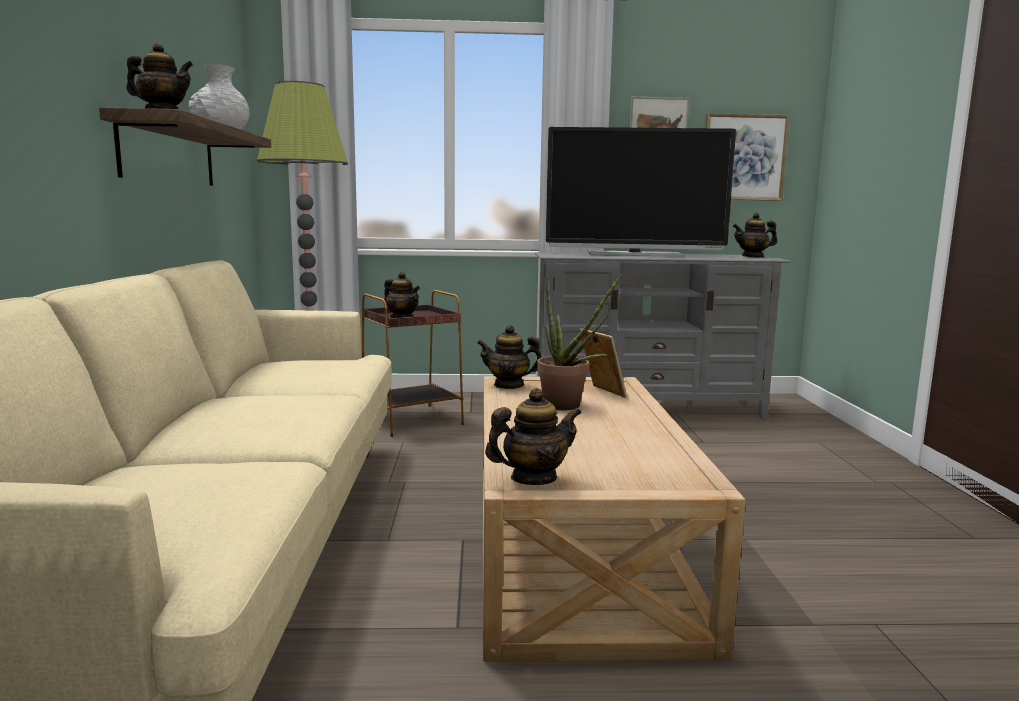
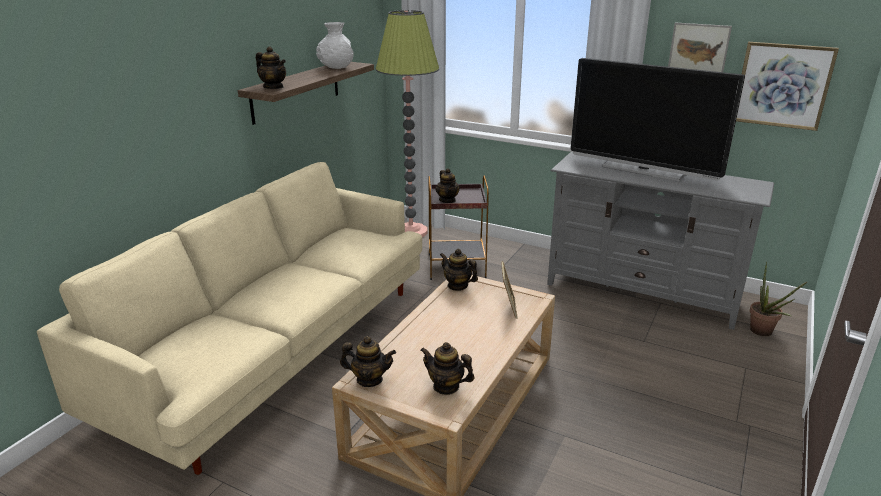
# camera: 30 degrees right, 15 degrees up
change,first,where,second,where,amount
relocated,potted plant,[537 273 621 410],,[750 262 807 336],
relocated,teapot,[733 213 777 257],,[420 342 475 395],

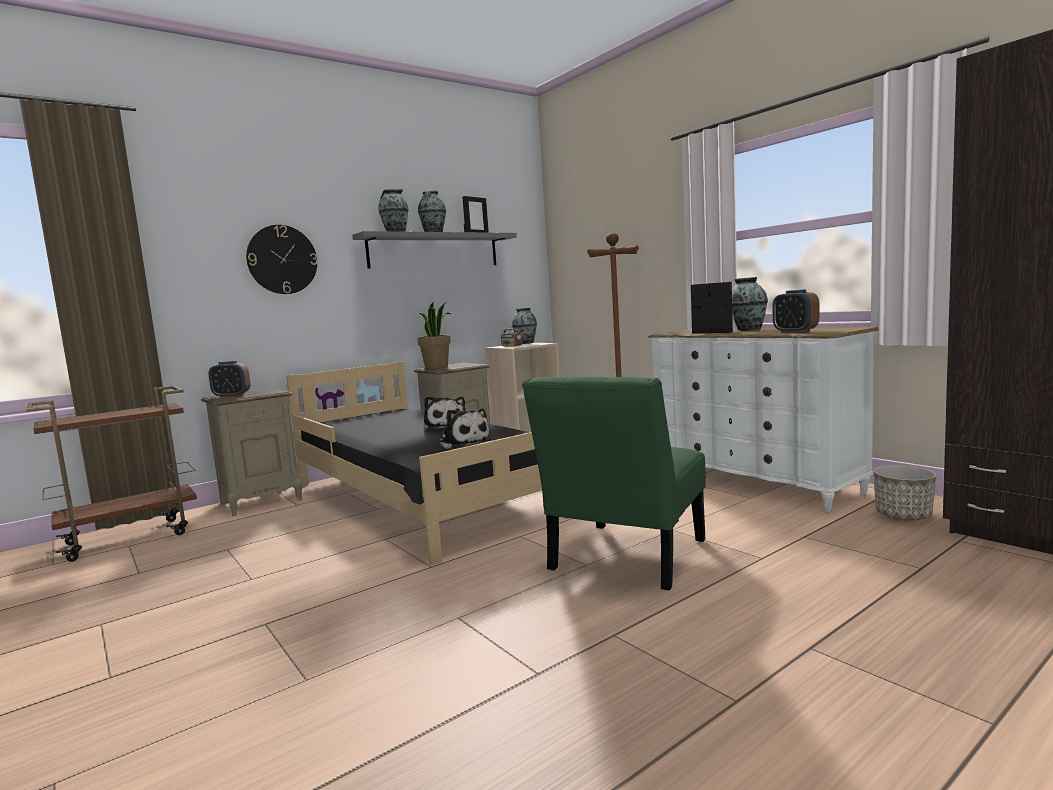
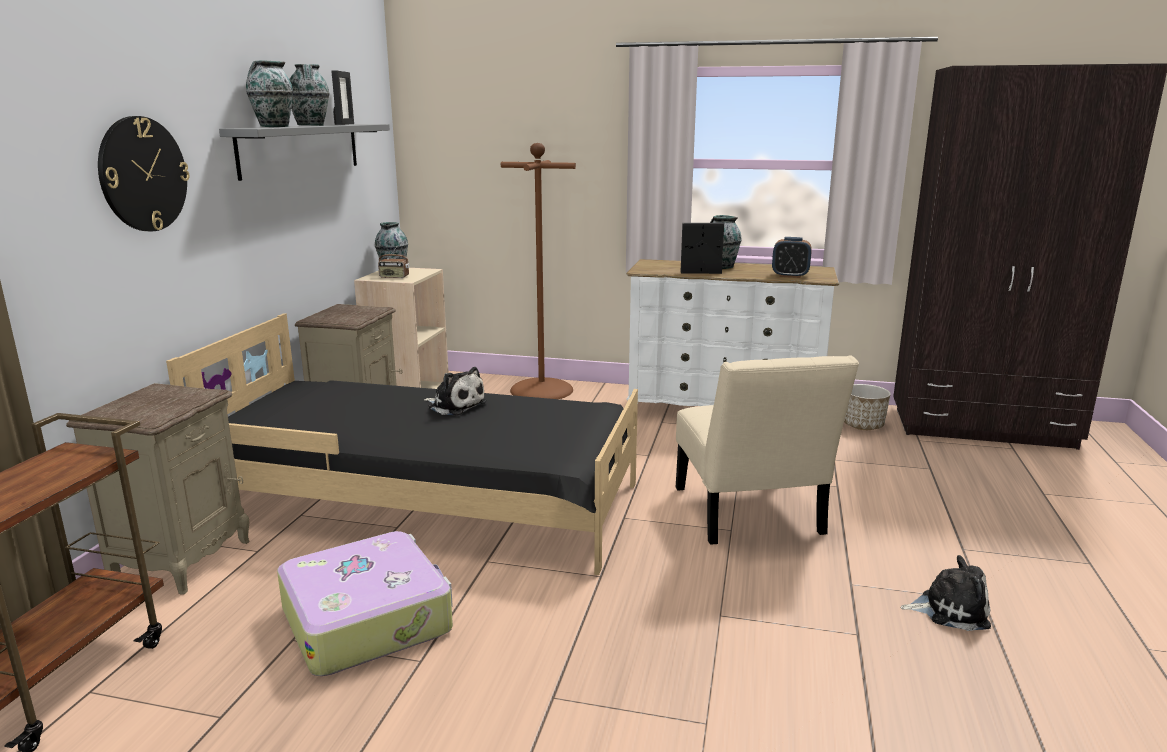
# camera: 40 degrees left, 10 degrees up
change,first,where,second,where,amount
missing,alarm clock,[209 361 250 398],,,
missing,potted plant,[418 302 452 369],,,
relocated,plush toy,[438 408 491 449],,[900 555 991 631],
colour,green chair,[522 377 706 591],beige chair,[676 355 859 545],
appeared,,,suitcase,[277 531 453 676],

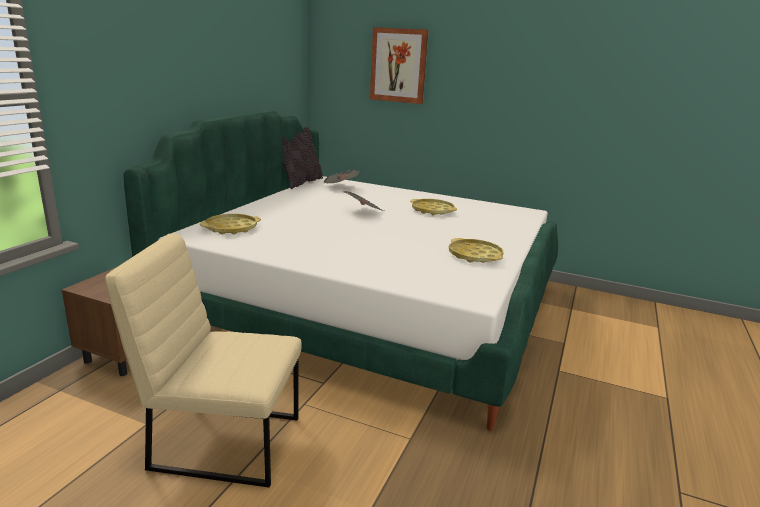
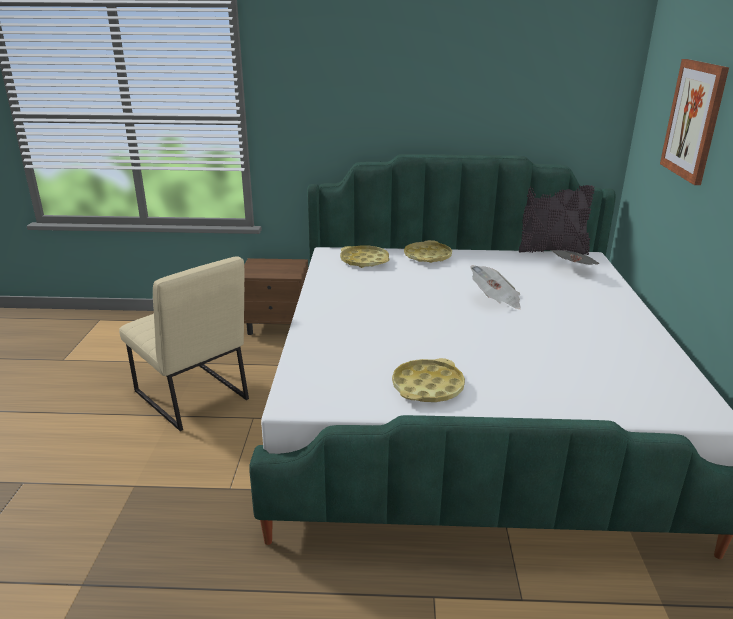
# camera: 70 degrees right, 5 degrees up
change,first,where,second,where,amount
spun,beige chair,[105 233 302 487],,[119 256 249 431],150 degrees clockwise
relocated,yellow tray,[410 199 457 216],,[404 240 452 263],

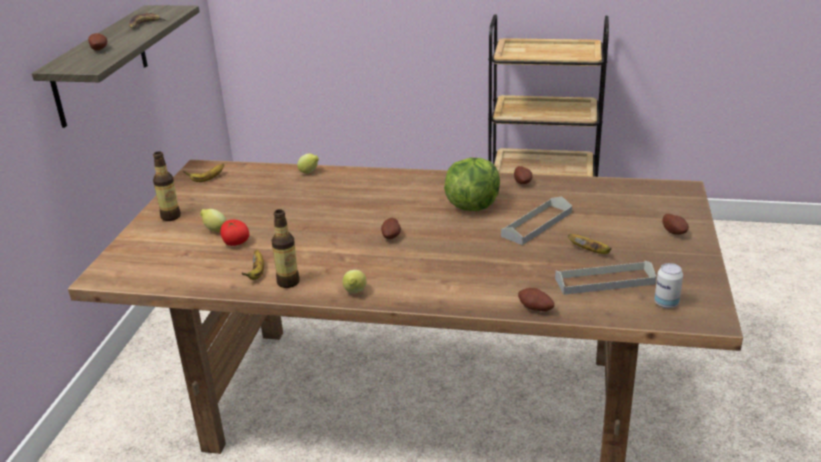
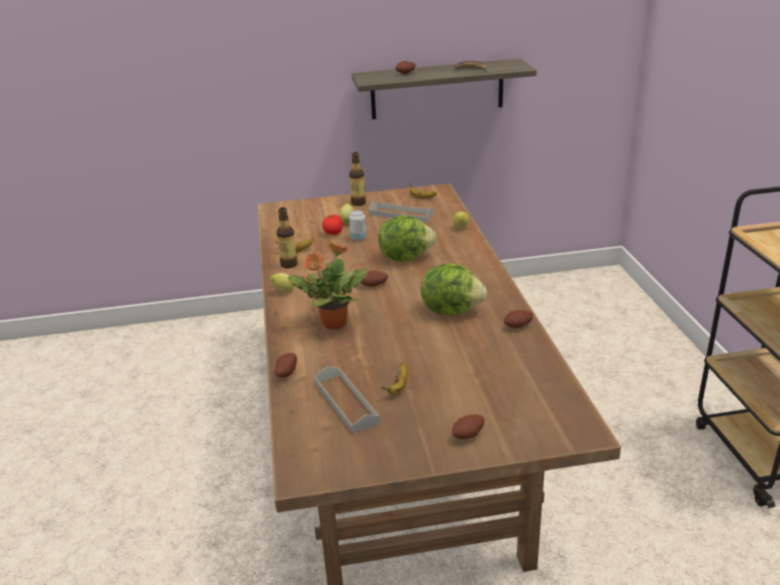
# camera: 70 degrees right, 0 degrees up
change,first,where,second,where,amount
relocated,grey tray,[501 196 572 245],,[369 201 433 223],
relocated,can,[654 263 683 308],,[349 210 367 241],
appeared,,,potted plant,[288 242 369 330],
appeared,,,lettuce,[379 215 436 262],

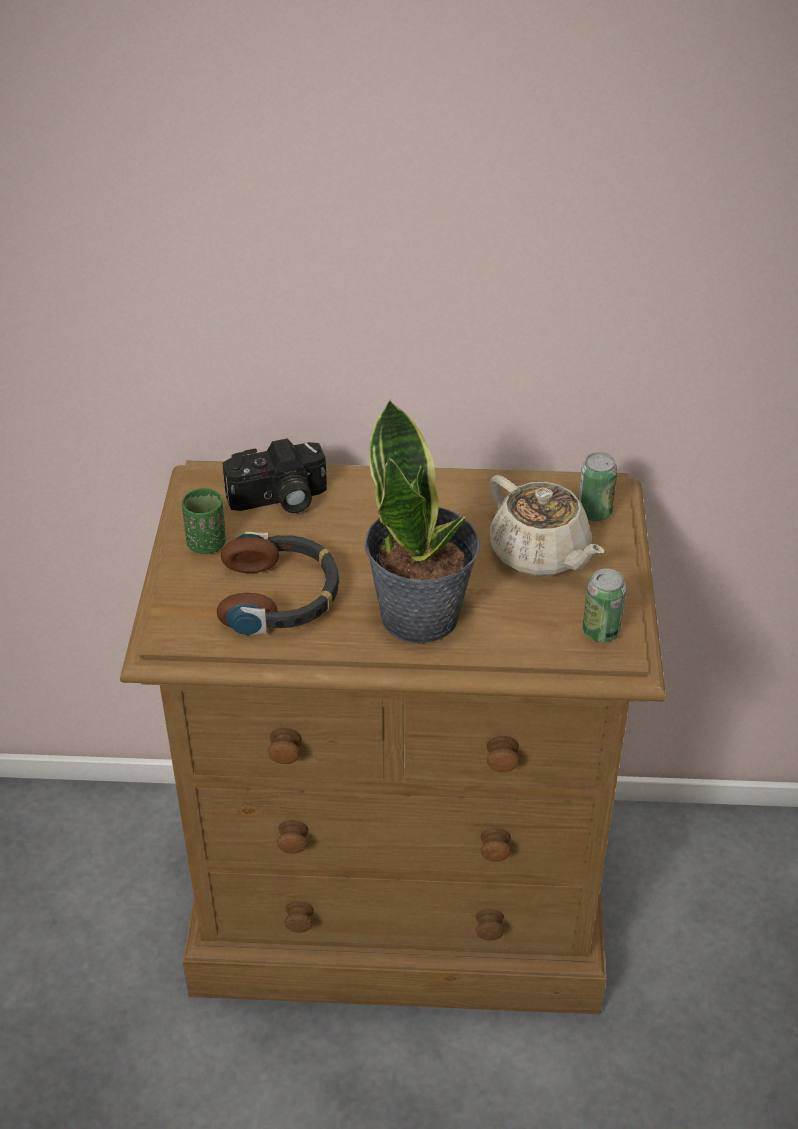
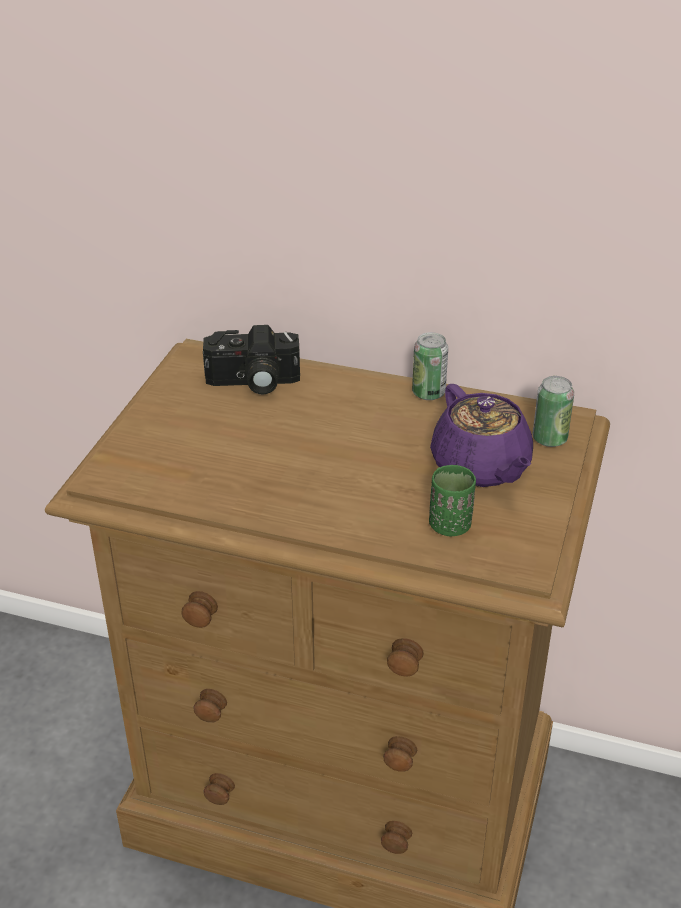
# camera: 15 degrees right, 5 degrees down
change,first,where,second,where,amount
relocated,green cup,[182 488 226 554],,[429 465 476 536],
missing,headphones,[217 532 340 635],,,
missing,potted plant,[365 398 480 644],,,
colour,beige teapot,[489 475 604 576],purple teapot,[430 384 533 487],
relocated,can,[582 568 626 642],,[412 332 448 400],

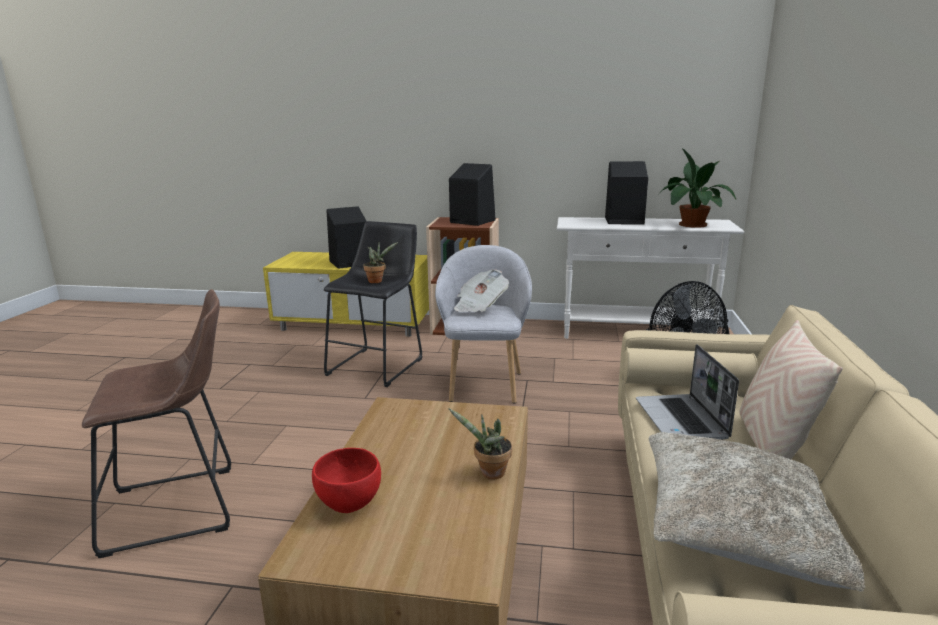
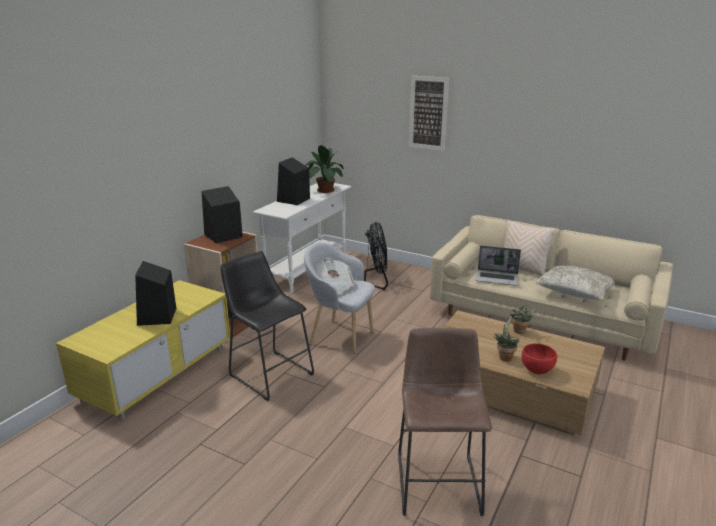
# camera: 70 degrees left, 5 degrees up
change,first,where,second,where,amount
relocated,potted plant,[363 242 398 283],,[494 316 520 361],
appeared,,,picture,[409 76 449 151],

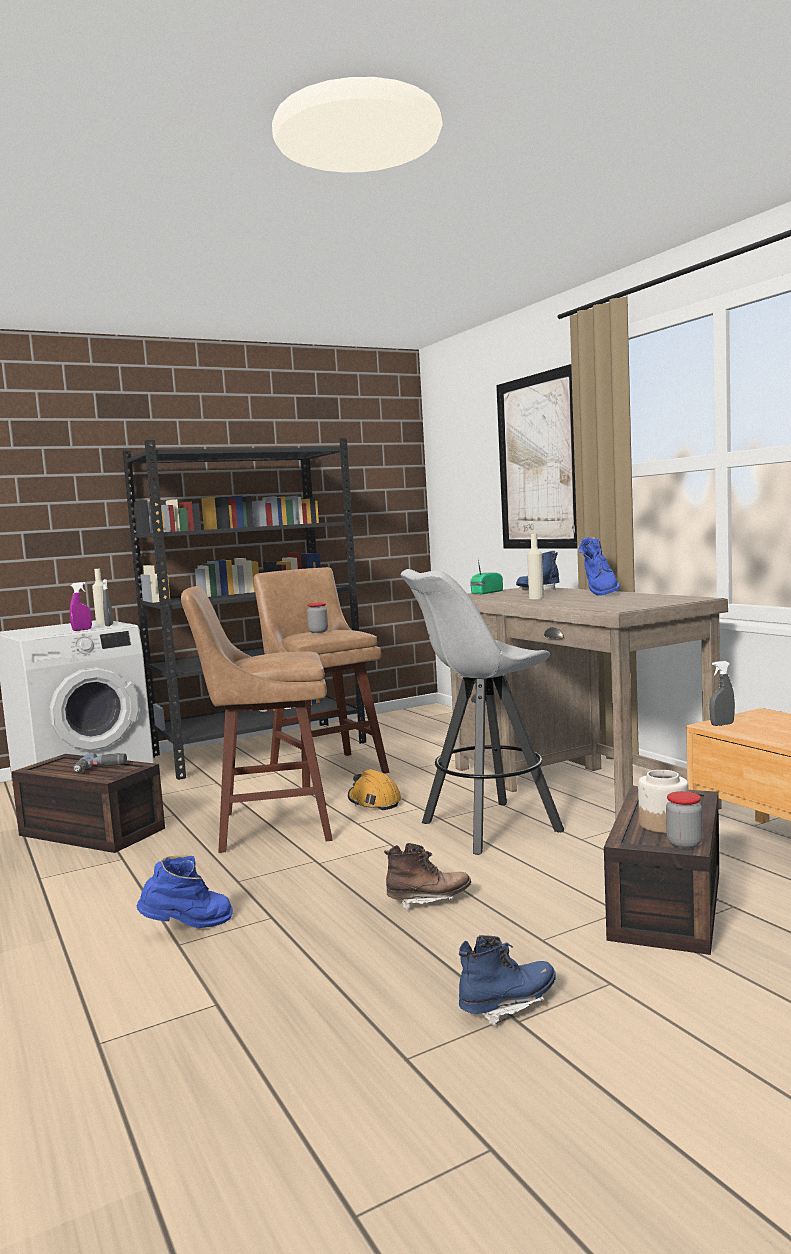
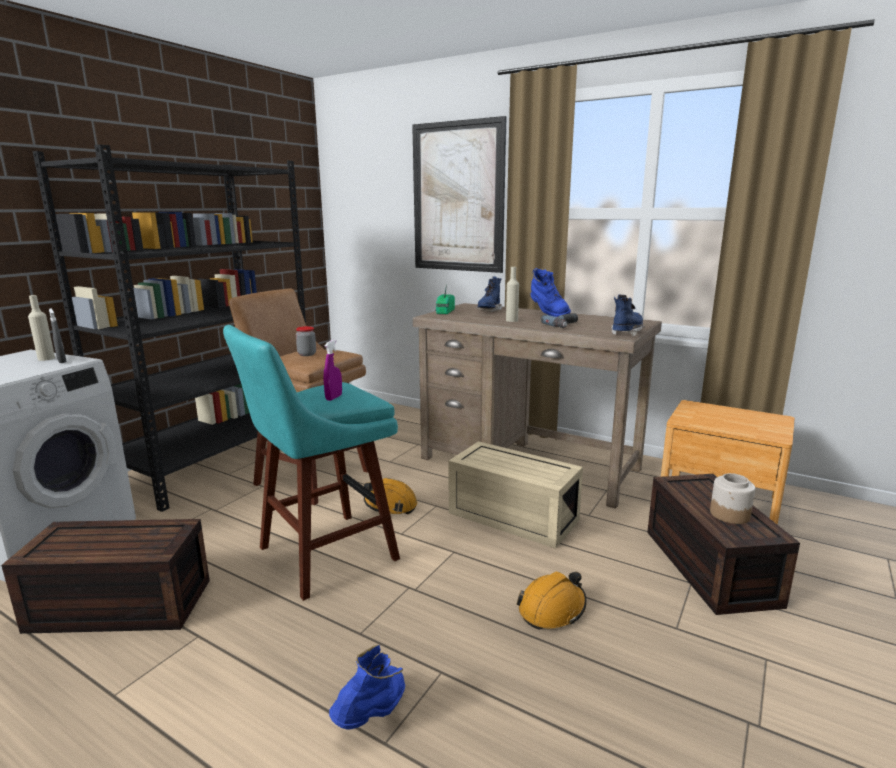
# camera: 30 degrees left, 10 degrees up
change,first,where,second,where,amount
relocated,purple spray bottle,[70 582 92 631],,[323 339 342 401],
relocated,power drill,[73 752 127 773],,[541 313 578 328],
colour,brown stool,[181 586 333 853],turquoise stool,[223 325 400 601],
exchanged,brown boot,[384 843 471 910],orange hard hat,[516 572 587 630],
exchanged,grey stool,[401 569 564 855],beige storage box,[448 441 583 549],
relocated,blue boot,[459 935 556 1026],,[611 294 645 336],
missing,jar,[666 791 703 848],,,
missing,grey spray bottle,[710 661 735 726],,,

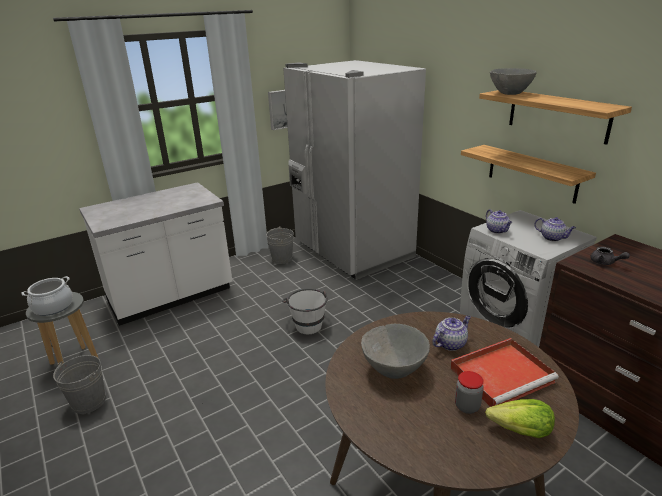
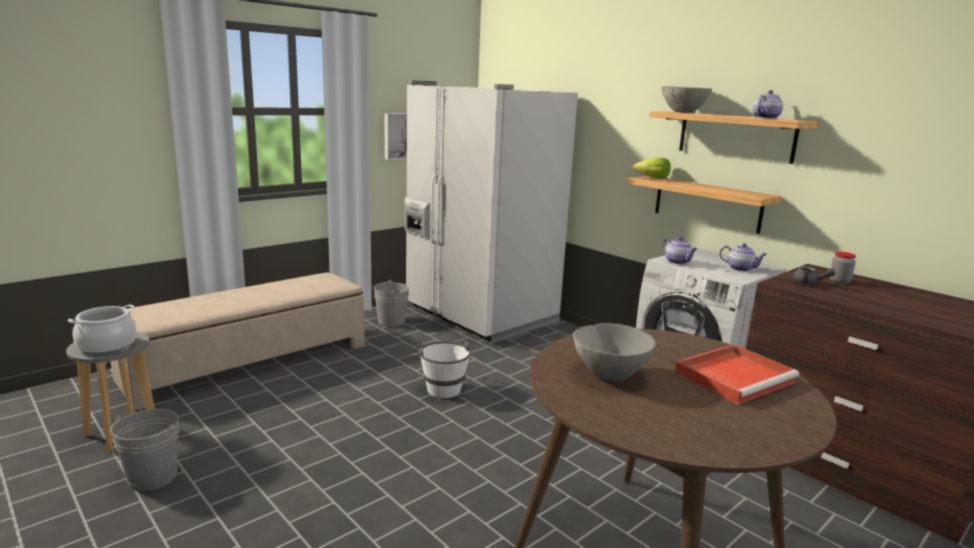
# camera: 10 degrees left, 10 degrees down
change,first,where,second,where,amount
exchanged,white counter,[79 182 232 326],beige bench,[110 272 365 410],
relocated,teapot,[432 316 471 351],,[753 90 783 119],
relocated,jar,[455 371 484 414],,[830 252 856 284],
relocated,lettuce,[485 399 555 438],,[632 158 671 179],

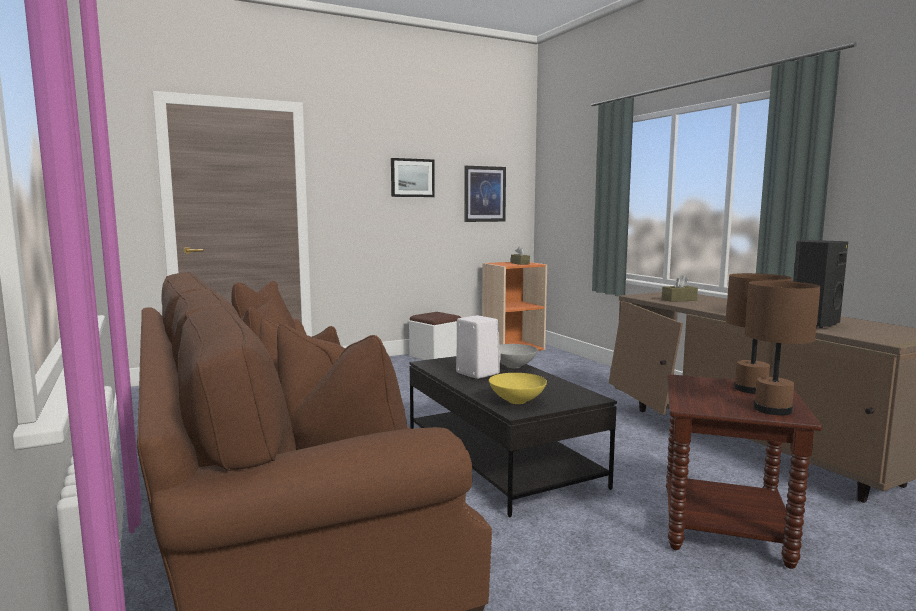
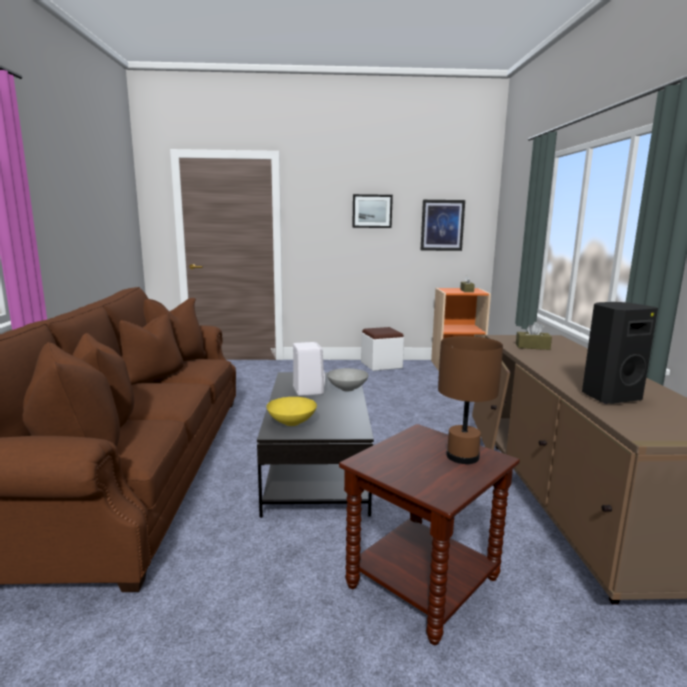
# camera: 25 degrees right, 5 degrees up
change,first,where,second,where,amount
missing,brown table lamp,[745 281 820 416],,,

